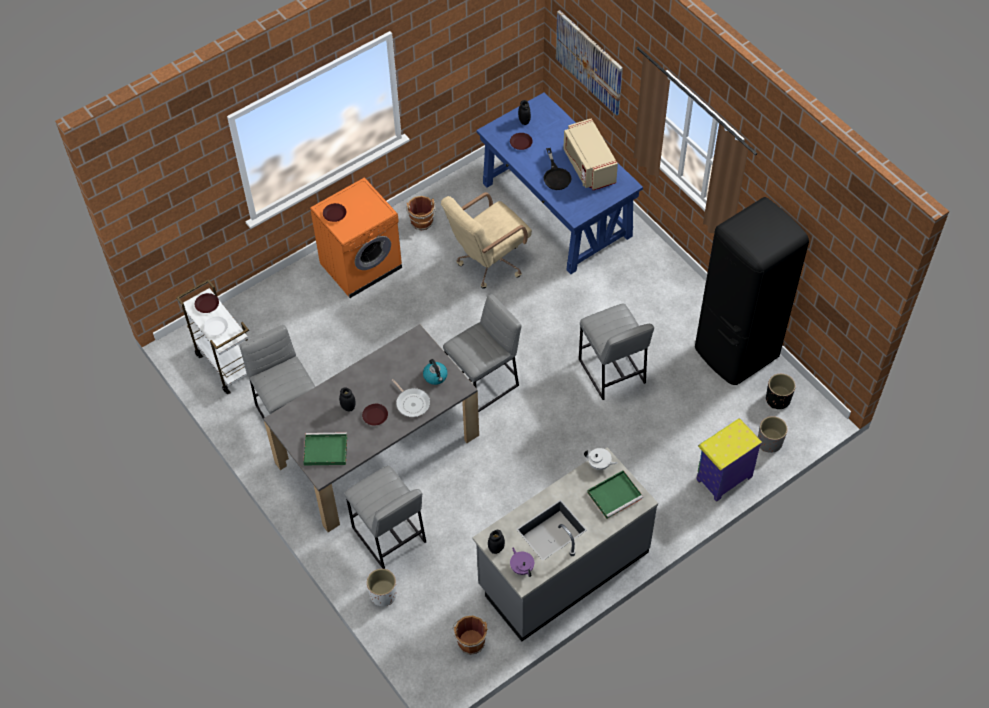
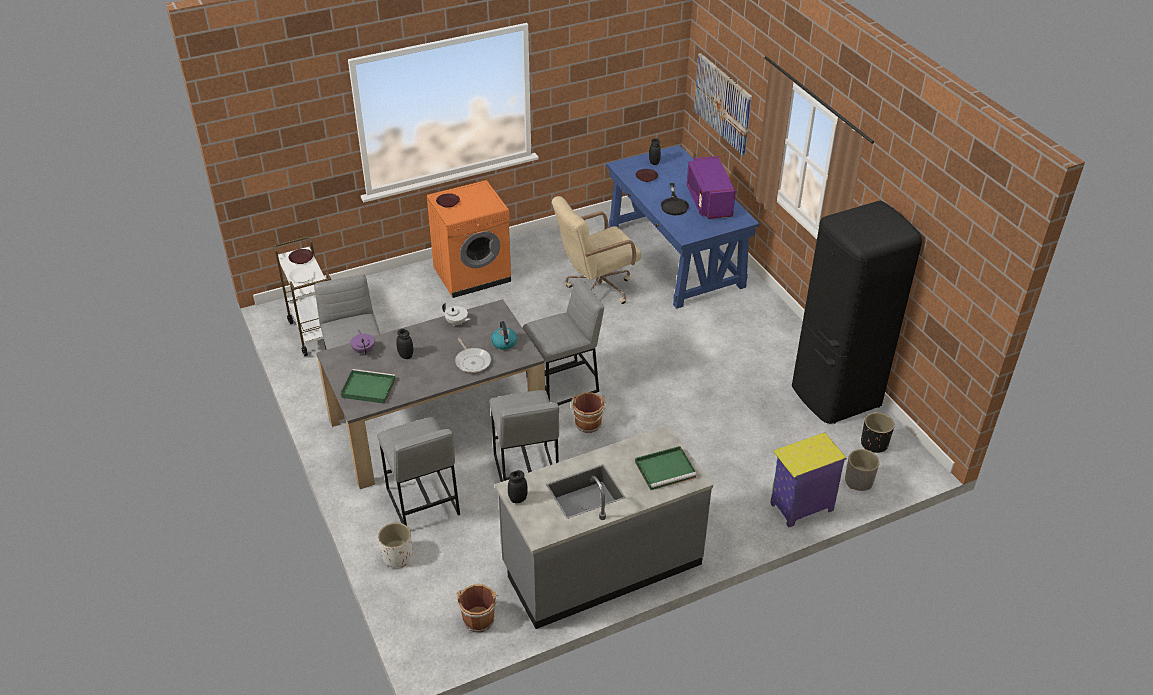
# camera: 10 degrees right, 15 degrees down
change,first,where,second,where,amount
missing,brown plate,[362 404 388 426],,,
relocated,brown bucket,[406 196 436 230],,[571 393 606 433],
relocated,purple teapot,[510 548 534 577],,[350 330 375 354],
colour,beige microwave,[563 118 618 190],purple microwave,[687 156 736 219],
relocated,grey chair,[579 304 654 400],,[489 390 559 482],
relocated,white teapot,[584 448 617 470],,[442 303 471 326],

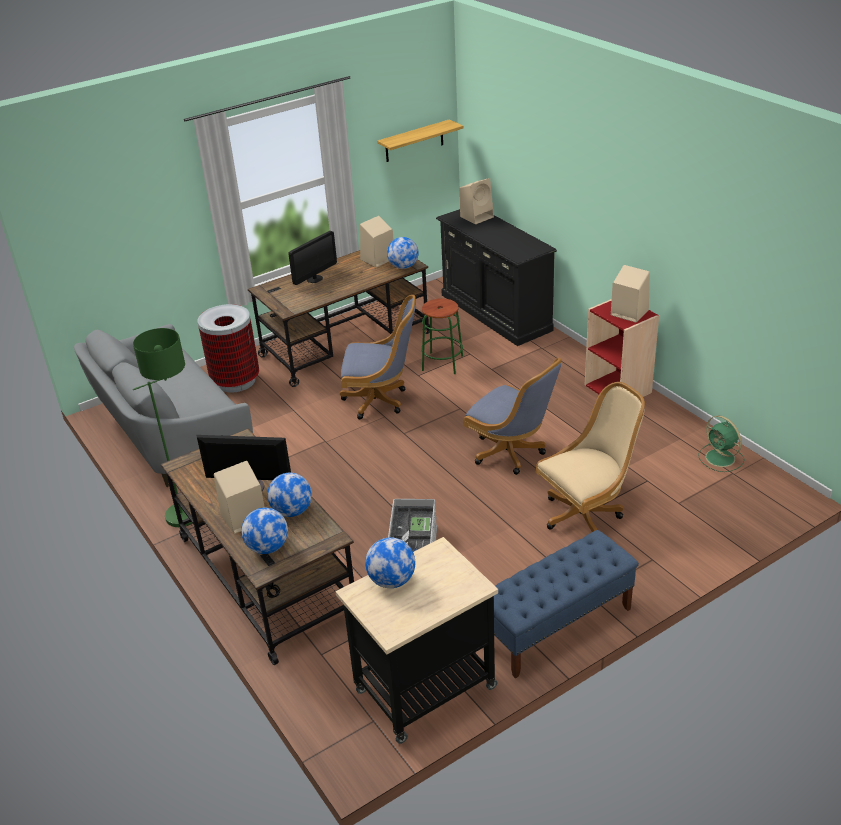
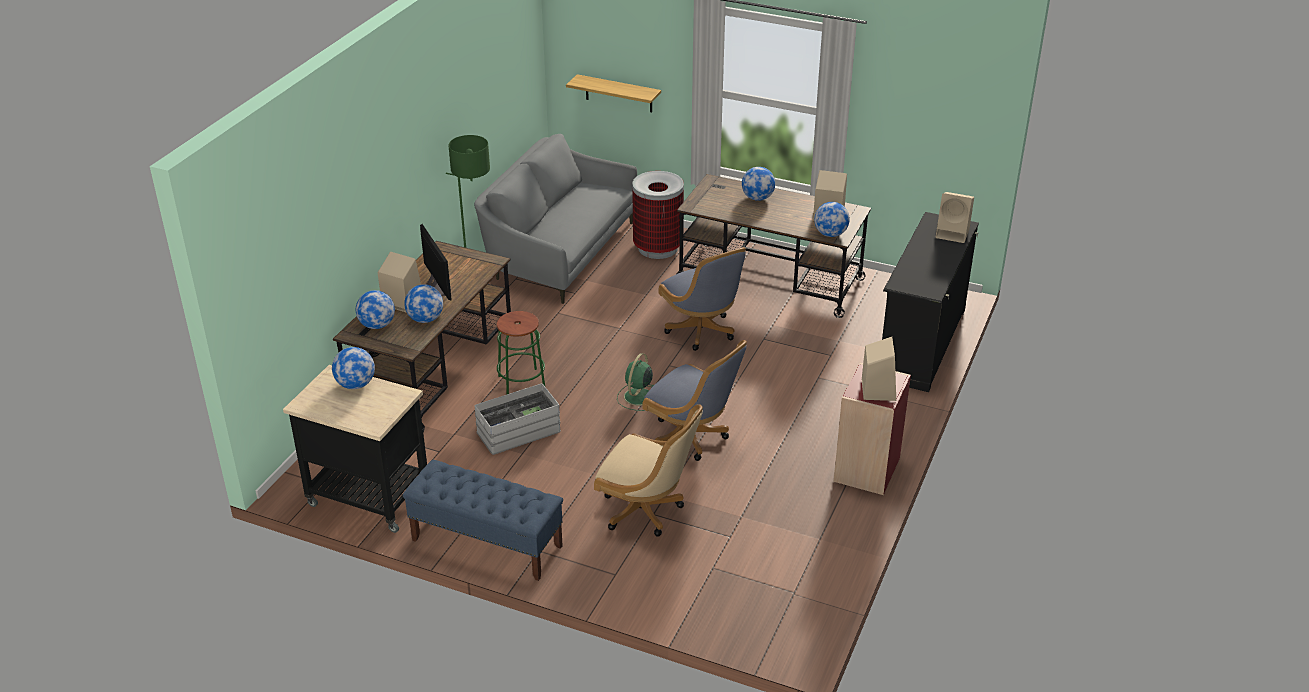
# camera: 55 degrees right, 0 degrees up
change,first,where,second,where,amount
exchanged,monitor,[288 231 337 285],globe,[742 167 775 201],
relocated,shelf,[377 119 463 162],,[566 74 661 112],
relocated,green stool,[421 298 463 374],,[497 311 545 394],
spun,blue office chair,[464 358 561 475],,[642 340 747 461],60 degrees counterclockwise
relocated,green fan,[698 416 745 472],,[617 353 654 411],

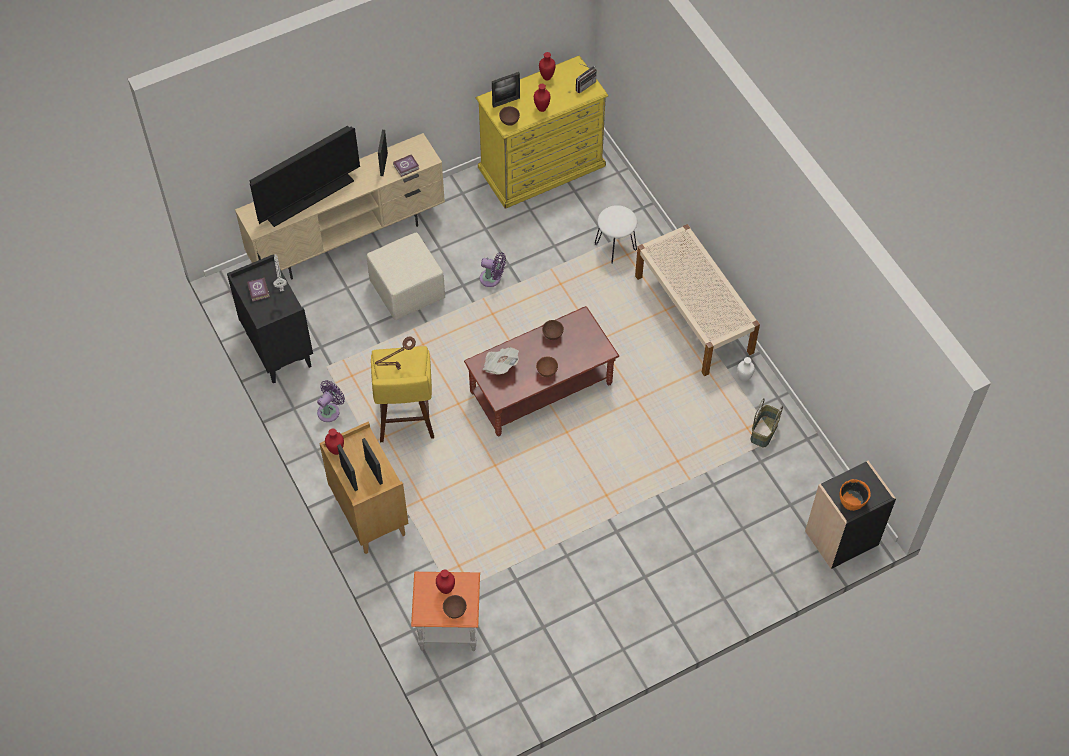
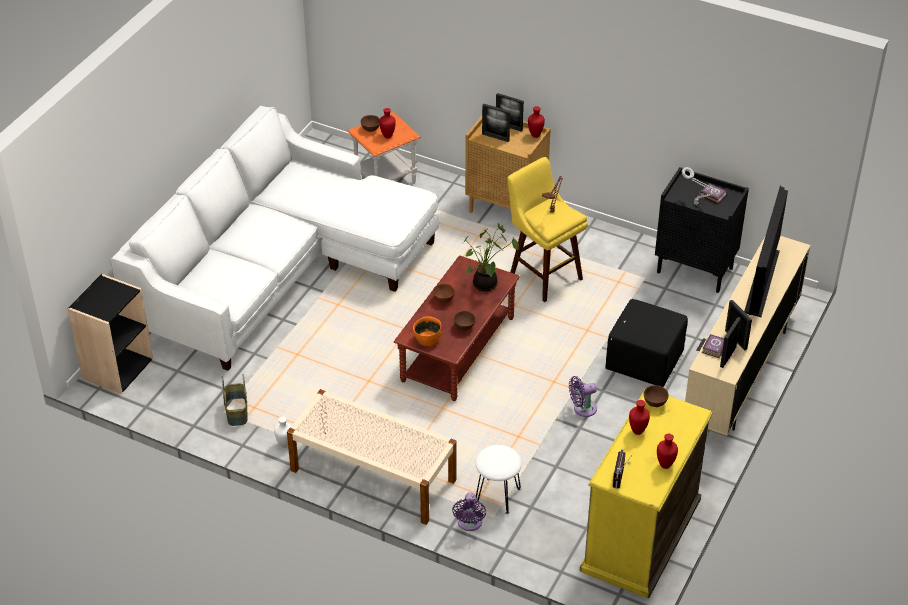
# camera: 145 degrees right, 15 degrees down
change,first,where,second,where,amount
relocated,purple fan,[317 380 345 422],,[452 493 486 531],
colour,beige ottoman,[367 233 445 320],black ottoman,[605 299 688 387],
exchanged,newspaper,[483 347 519 375],potted plant,[462 223 519 291],
relocated,picture frame,[492 72 520 108],,[720 317 741 368],
relocated,orange bowl,[839 479 871 511],,[413 317 442 346],
appeared,,,white sofa,[110 106 440 371],

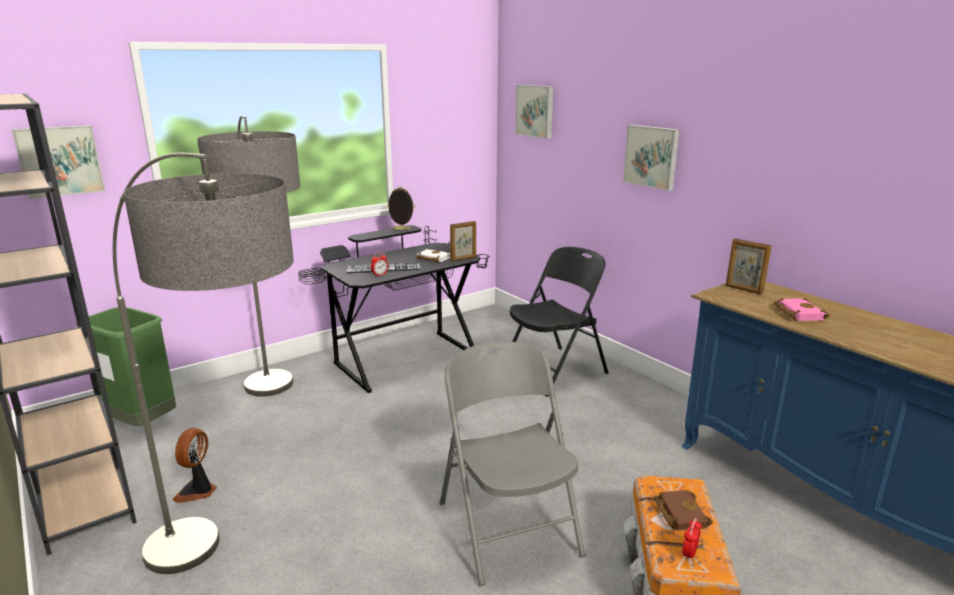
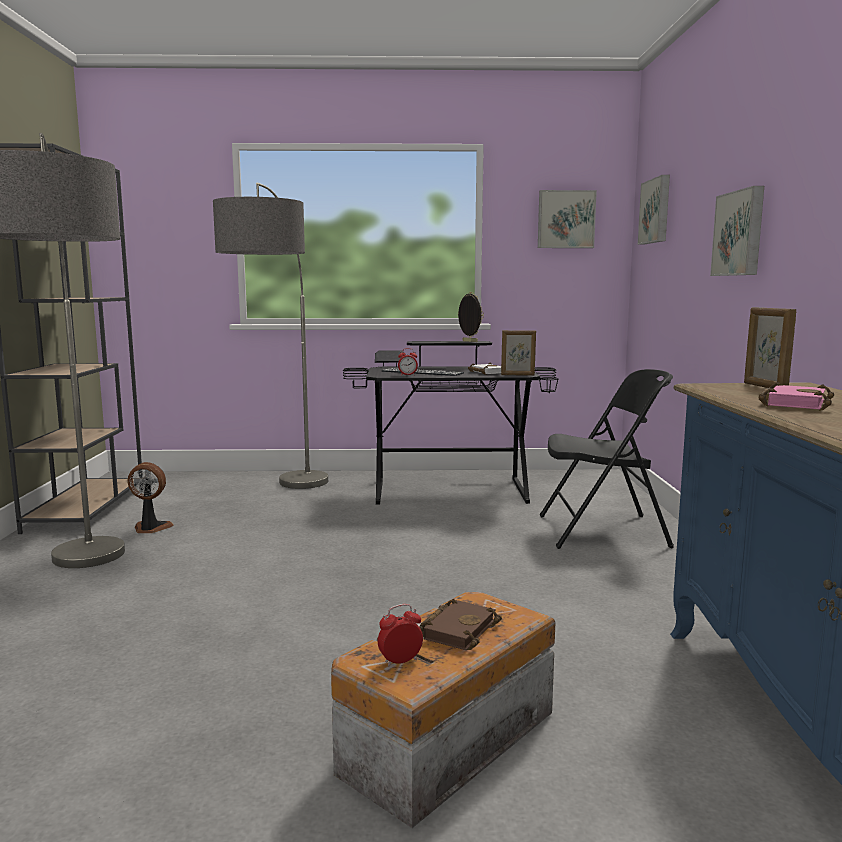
# camera: 35 degrees right, 10 degrees down
change,first,where,second,where,amount
relocated,picture,[12 125 105 199],,[538 190 597 248],
missing,green trash can,[76 307 176 426],,,
spun,fan,[173 428 217 503],,[127 462 174 533],45 degrees clockwise
missing,grey chair,[439 341 586 587],,,

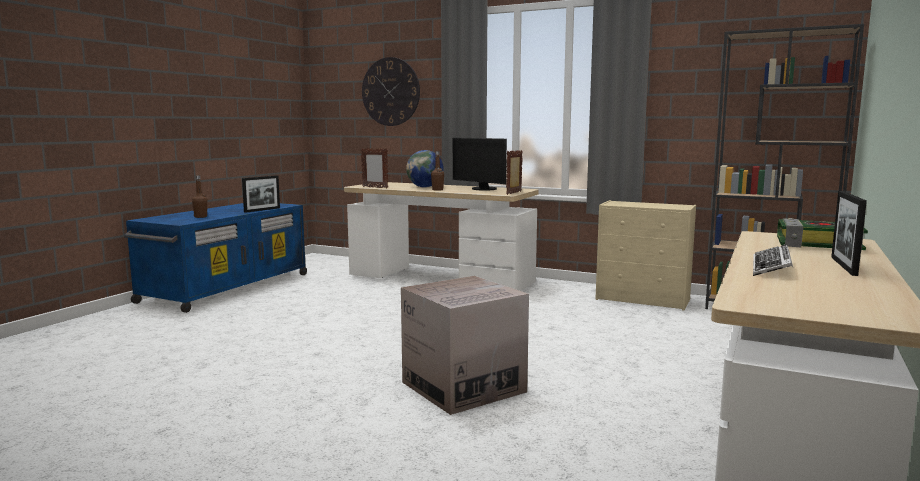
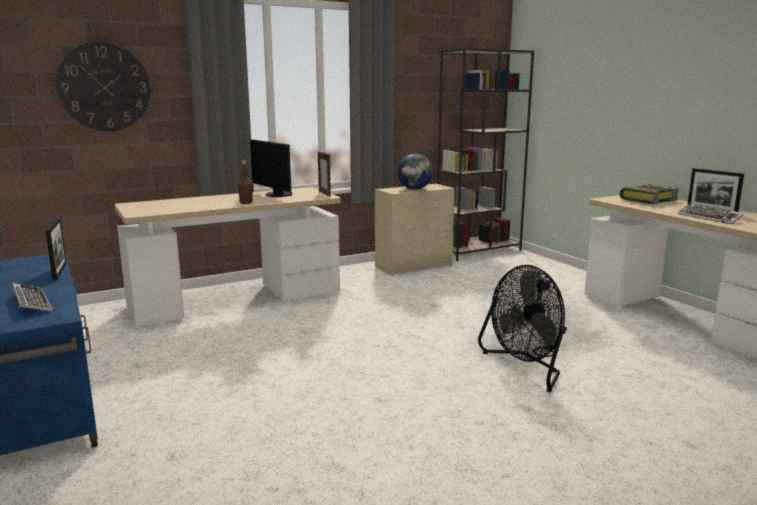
# camera: 55 degrees left, 5 degrees up
change,first,where,second,where,amount
exchanged,brown bottle,[192 175 207 218],keyboard,[12 283 53 312],
missing,picture frame,[361 148 388 189],,,
exchanged,cardboard box,[401 276 529 415],black fan,[478 265 567 393],
relocated,globe,[406 150 444 188],,[397 154 433 190],
spun,monitor,[453 137 507 191],,[250 139 292 197],60 degrees clockwise

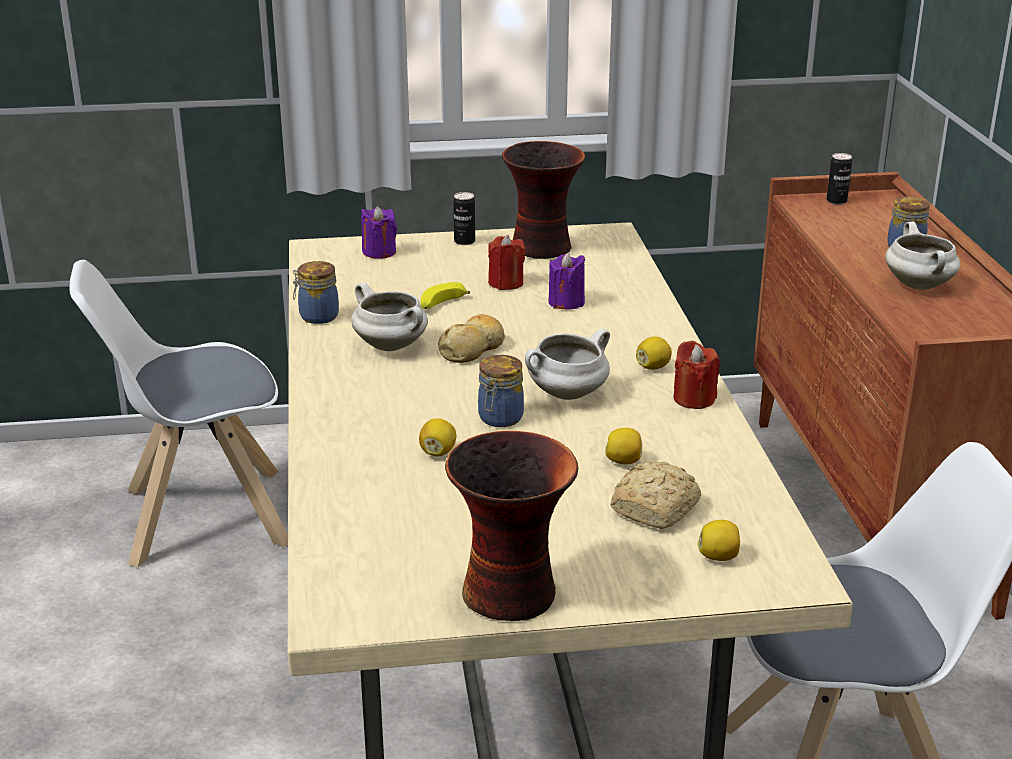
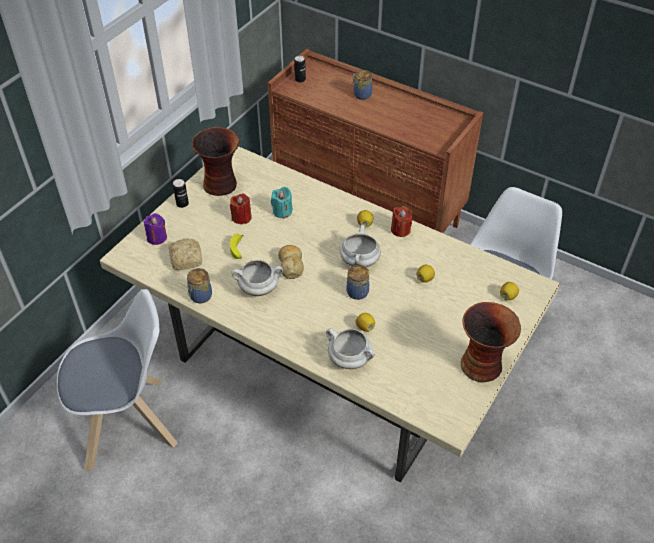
# camera: 50 degrees left, 20 degrees up
change,first,where,second,where,amount
spun,chair,[69 260 288 567],,[57 289 178 472],135 degrees counterclockwise
colour,purple candle,[549 252 585 309],turquoise candle,[271 187 293 219],
relocated,bread,[610 461 701 529],,[168 238 202 270],
relocated,white cooking pot,[885 222 960 290],,[326 328 375 369],

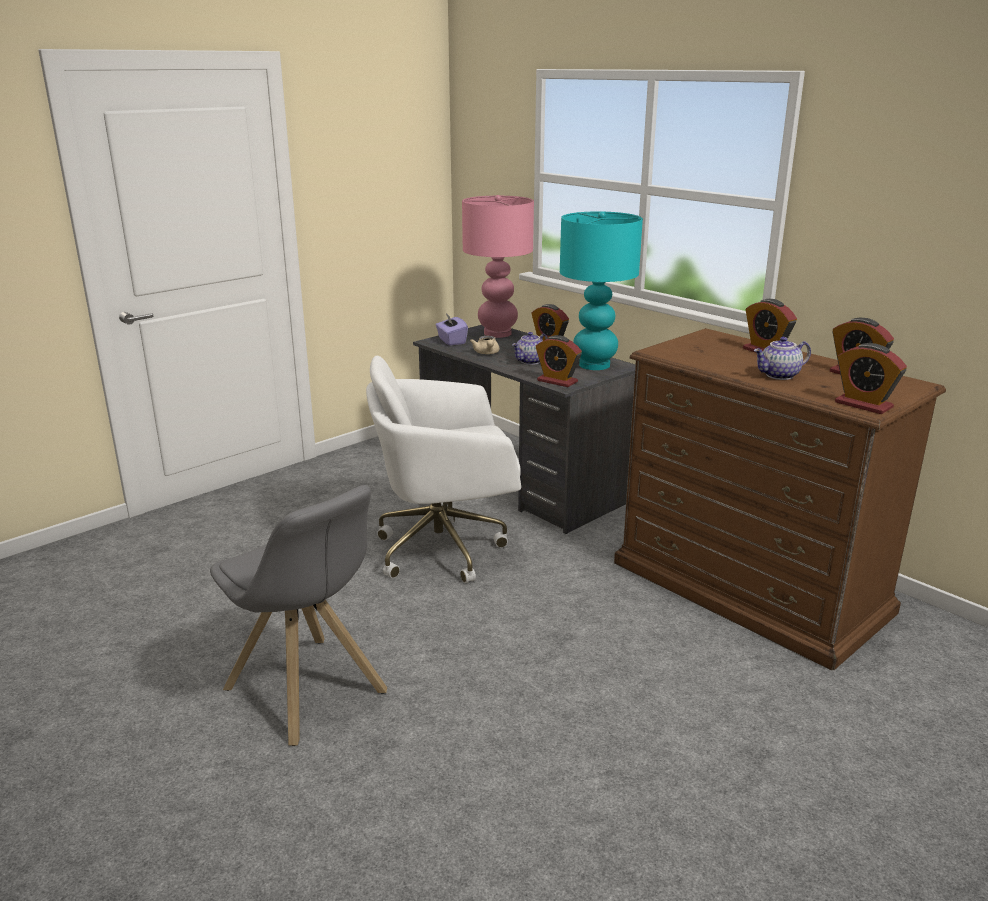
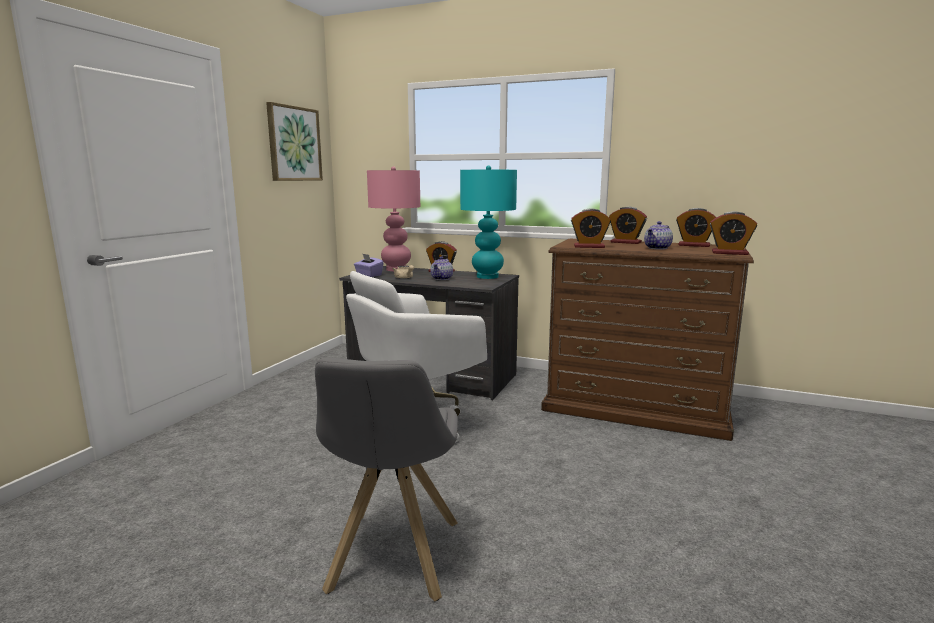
# camera: 25 degrees left, 10 degrees down
change,first,where,second,where,amount
spun,grey chair,[210 485 387 746],,[315 358 458 601],75 degrees clockwise
relocated,alarm clock,[536 335 582 387],,[571 208 611 248],
appeared,,,picture,[266 102 323 181],

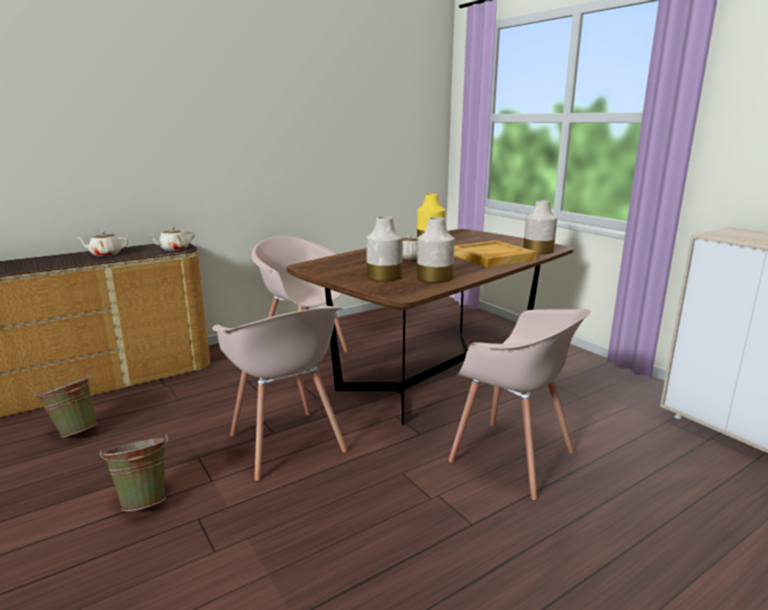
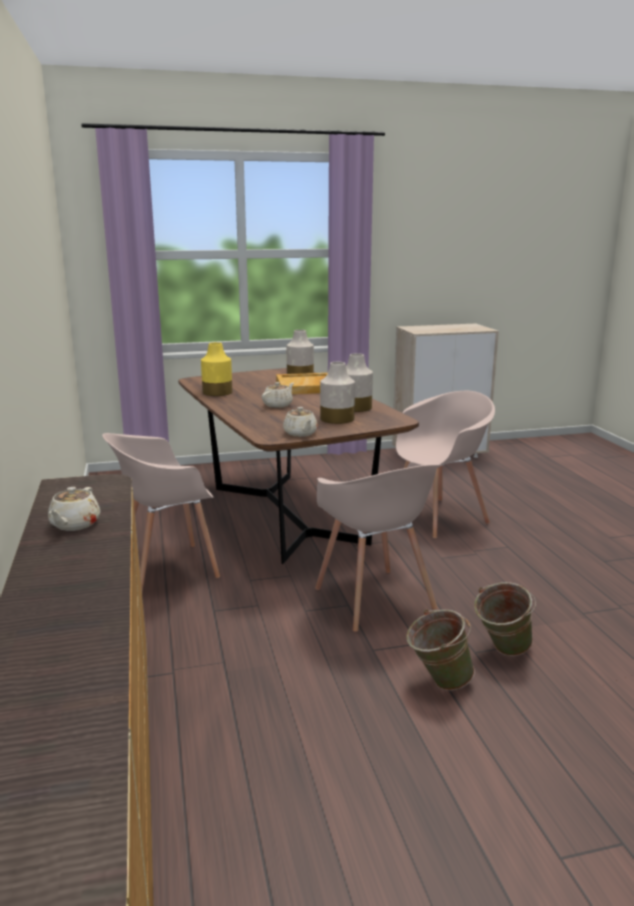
# camera: 70 degrees left, 0 degrees up
change,first,where,second,where,amount
relocated,green bucket,[34 375 97 438],,[474 582 536 656],
relocated,beige teapot,[149 227 195 251],,[283 407 318 437],
spun,beige chair,[213 306 347 481],,[315 461 442 632],75 degrees clockwise

